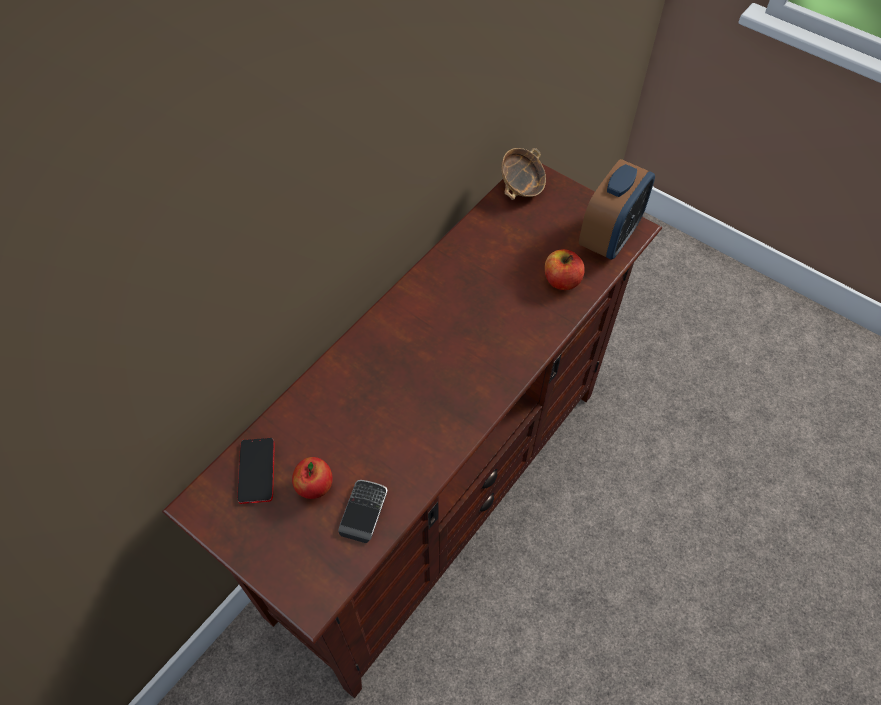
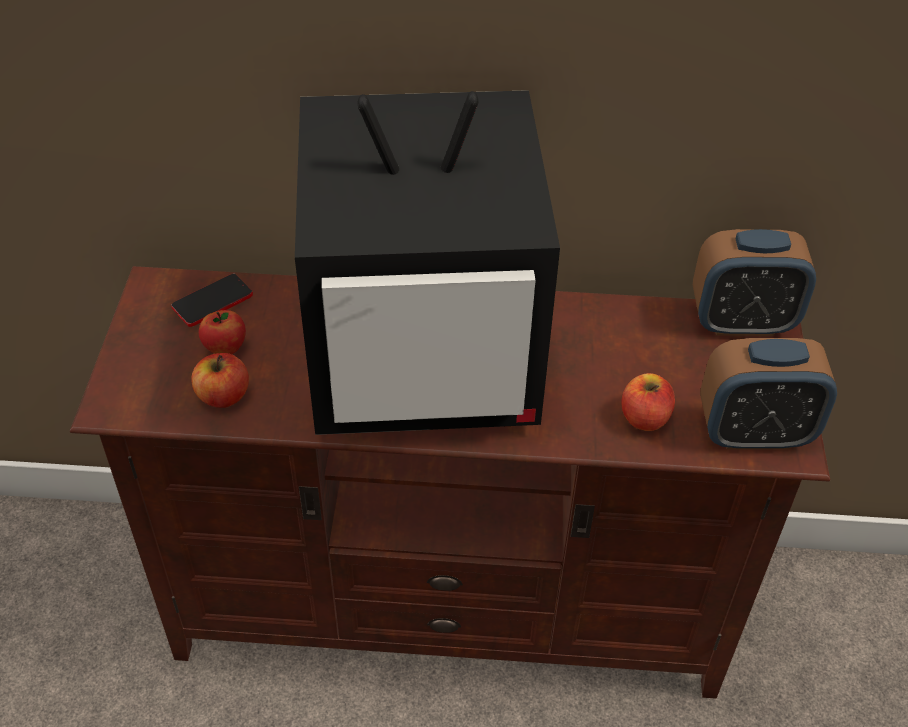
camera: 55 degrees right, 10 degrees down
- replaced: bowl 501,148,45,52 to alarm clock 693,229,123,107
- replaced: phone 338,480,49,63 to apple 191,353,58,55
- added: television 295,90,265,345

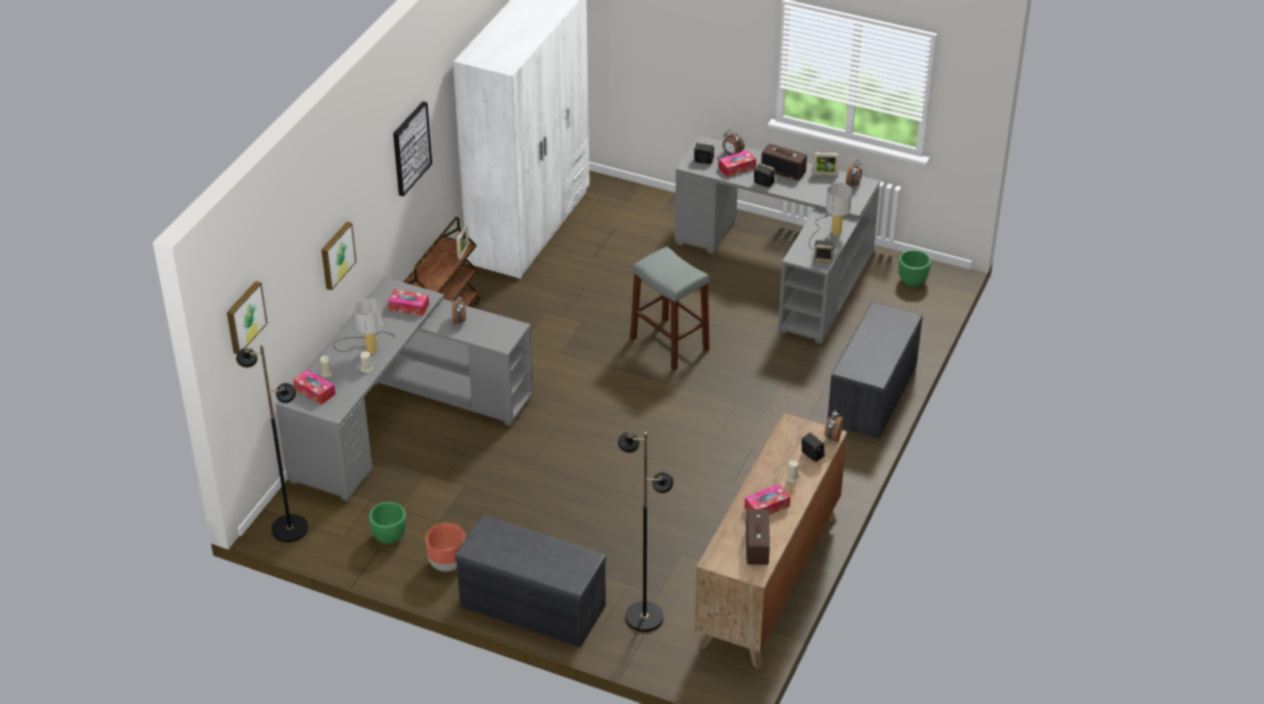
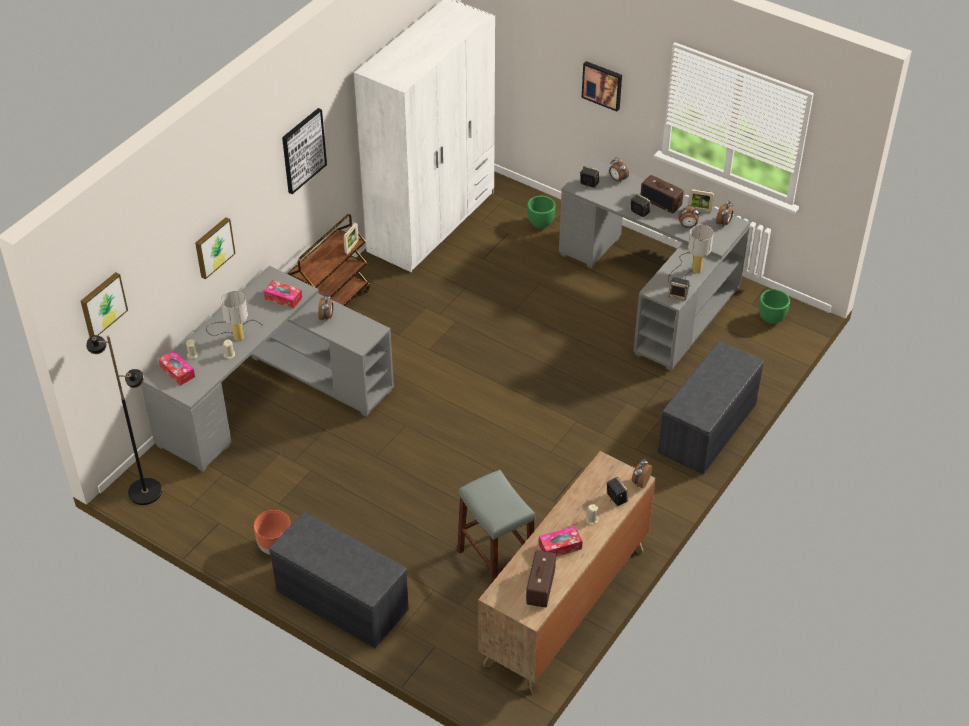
camera: 10 degrees right, 5 degrees up
- removed: tissue box 718,150,38,27
- moved: stool (grey) 630,246,80,124 to 457,470,78,115
- removed: floor lamp (black) 617,432,57,200
- moved: planter (green) 369,502,37,42 to 527,196,28,33
- added: picture 582,61,40,50
- added: alarm clock 678,205,21,23

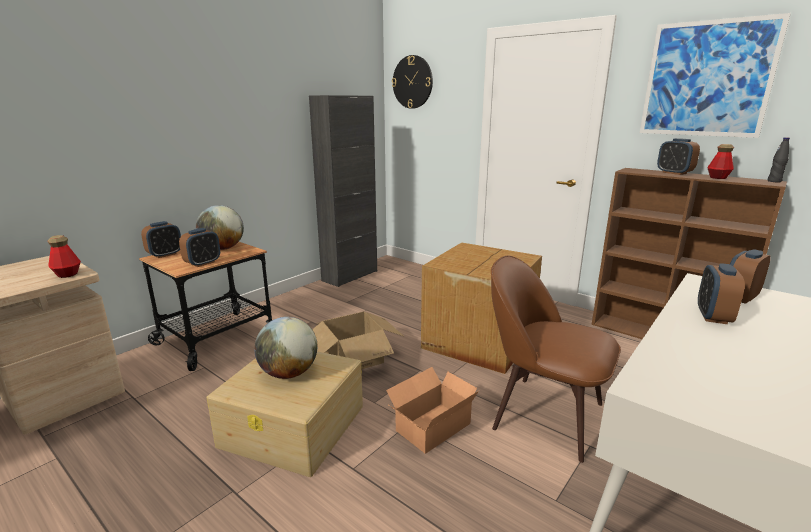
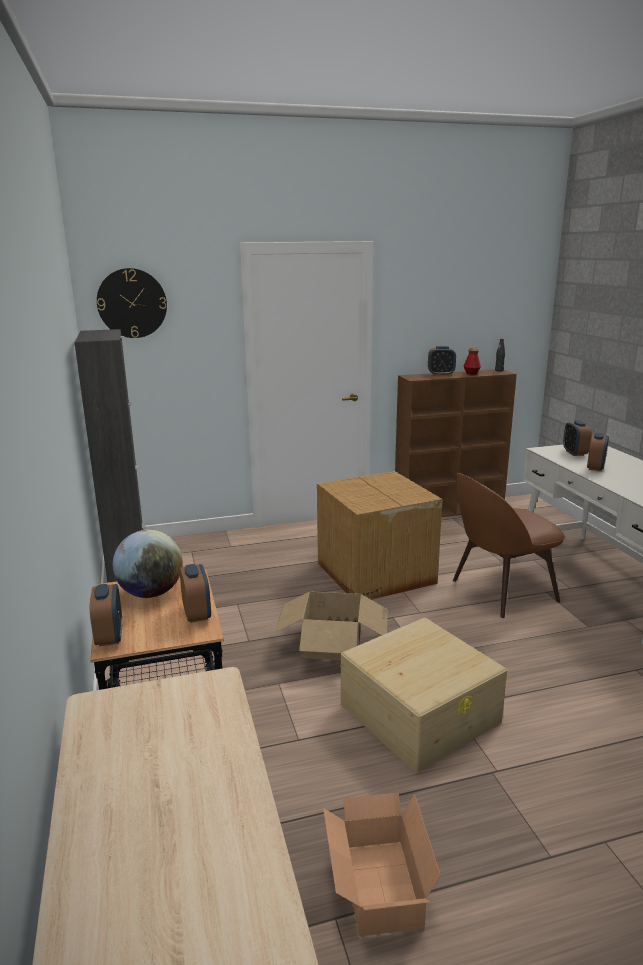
camera: 55 degrees left, 0 degrees up
- removed: picture 640,13,151,125
- removed: bottle 47,235,34,43
- turned: alarm clock 698,263,47,61 = 587,433,22,38 120 degrees counterclockwise
- removed: globe 254,317,63,62
- moved: cardboard box 386,367,93,87 to 323,793,118,143

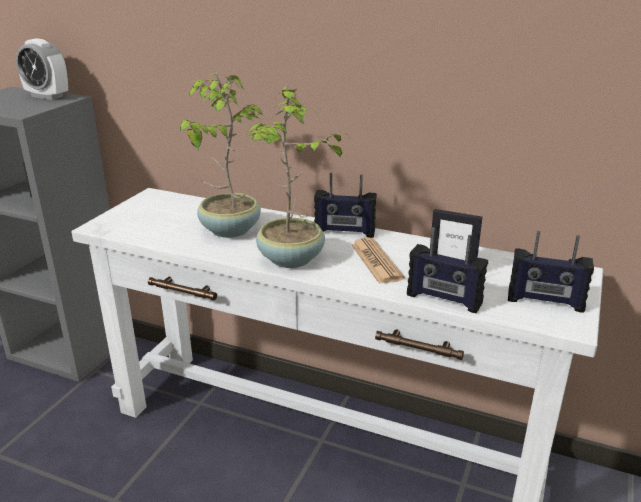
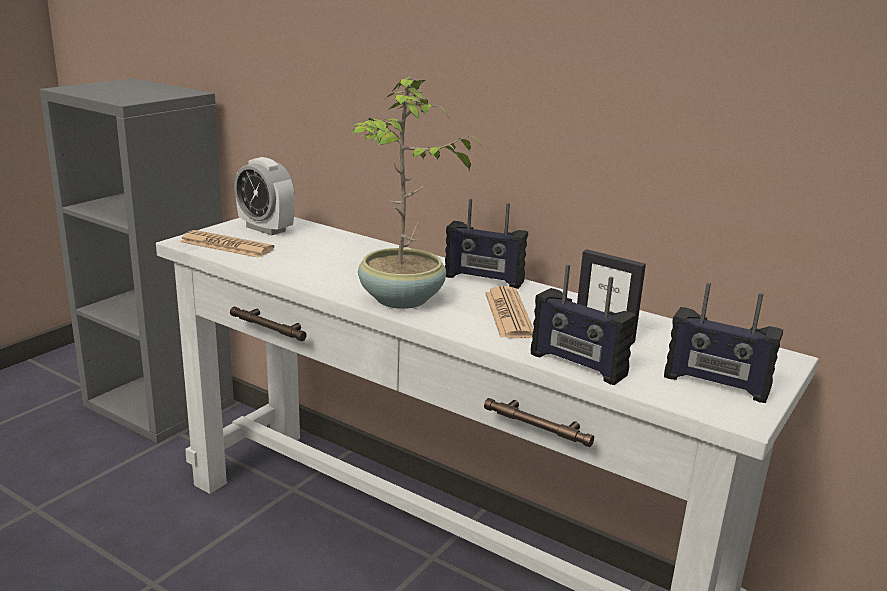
camera: 10 degrees right, 5 degrees down
- moved: alarm clock 16,39,52,61 to 234,157,61,78
- removed: potted plant 180,73,84,165
- added: newspaper 179,230,96,28

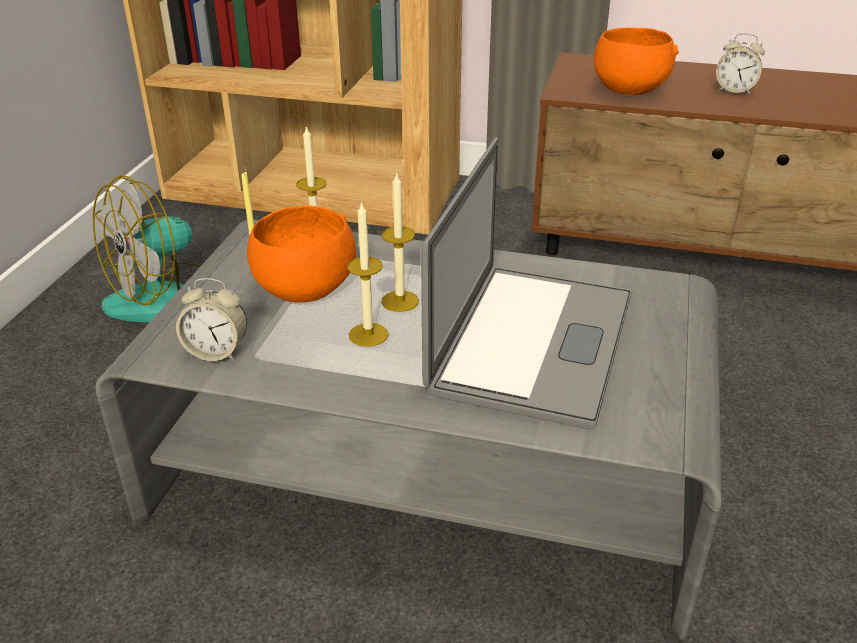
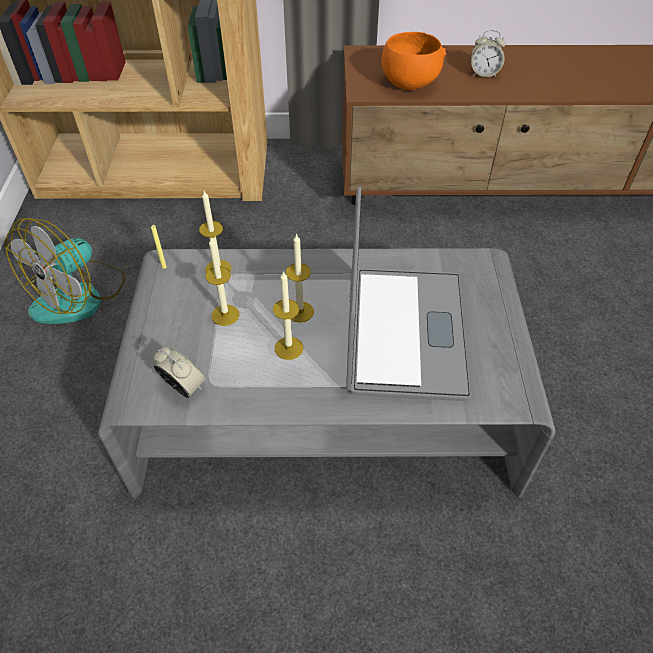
camera: 15 degrees left, 15 degrees up
- replaced: bowl (orange) 247,205,109,97 to candle 206,238,33,88
- turned: alarm clock 176,278,71,83 = 154,347,52,51 135 degrees counterclockwise

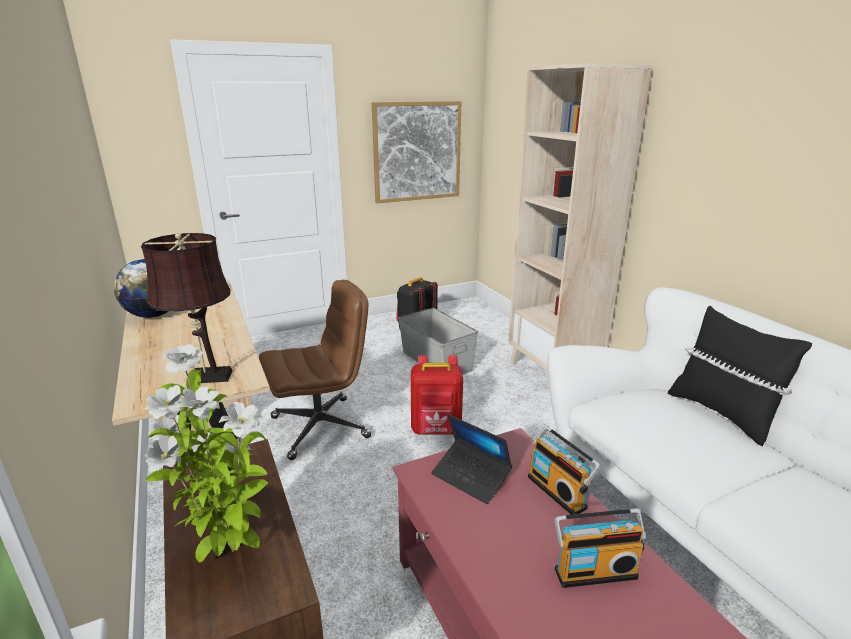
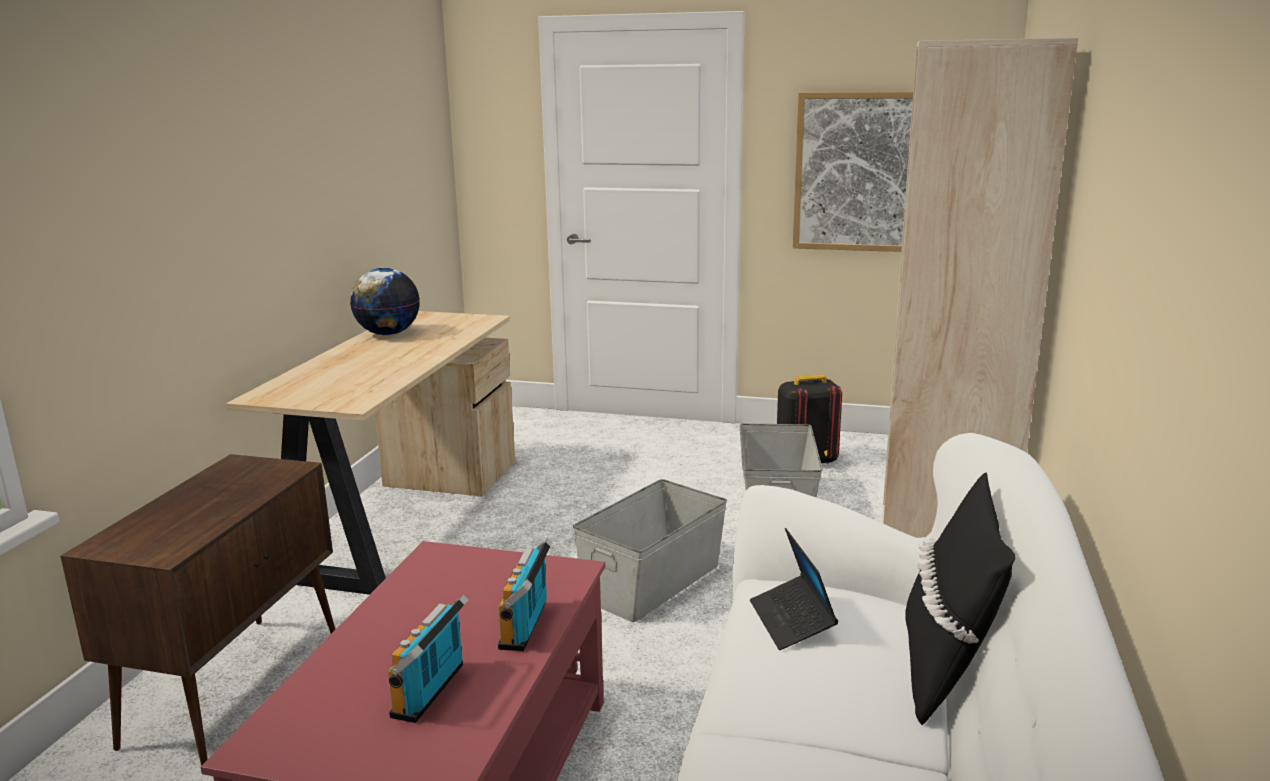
camera: 40 degrees right, 5 degrees down
- removed: table lamp (brown) 141,233,92,150
- removed: office chair (brown) 259,280,112,180
- removed: potted plant 145,344,123,218
- replaced: backpack (red) 410,355,53,80 to storage box (grey) 573,479,154,143
- moved: laptop 431,414,81,90 to 750,528,88,122
- turned: radio 554,508,92,80 = 388,594,81,129 75 degrees clockwise

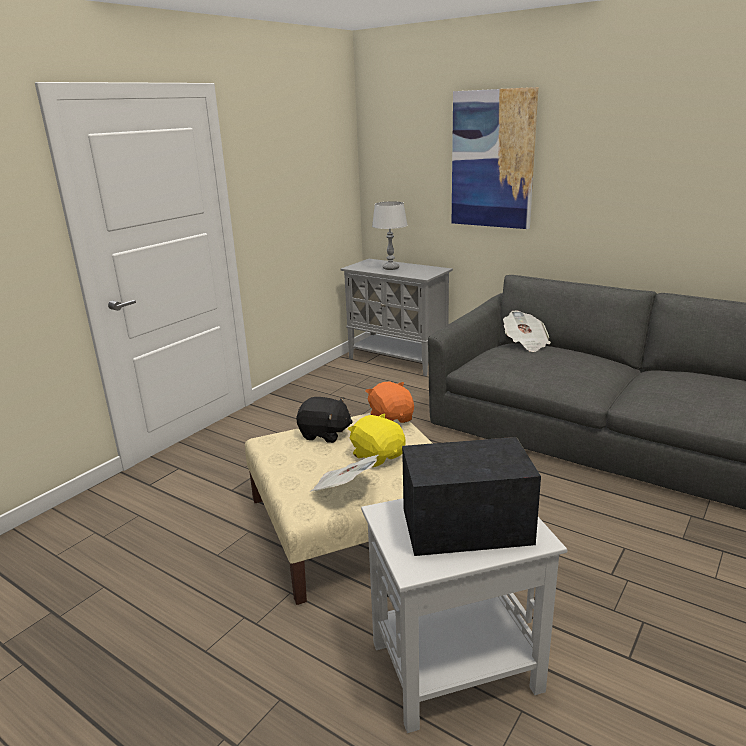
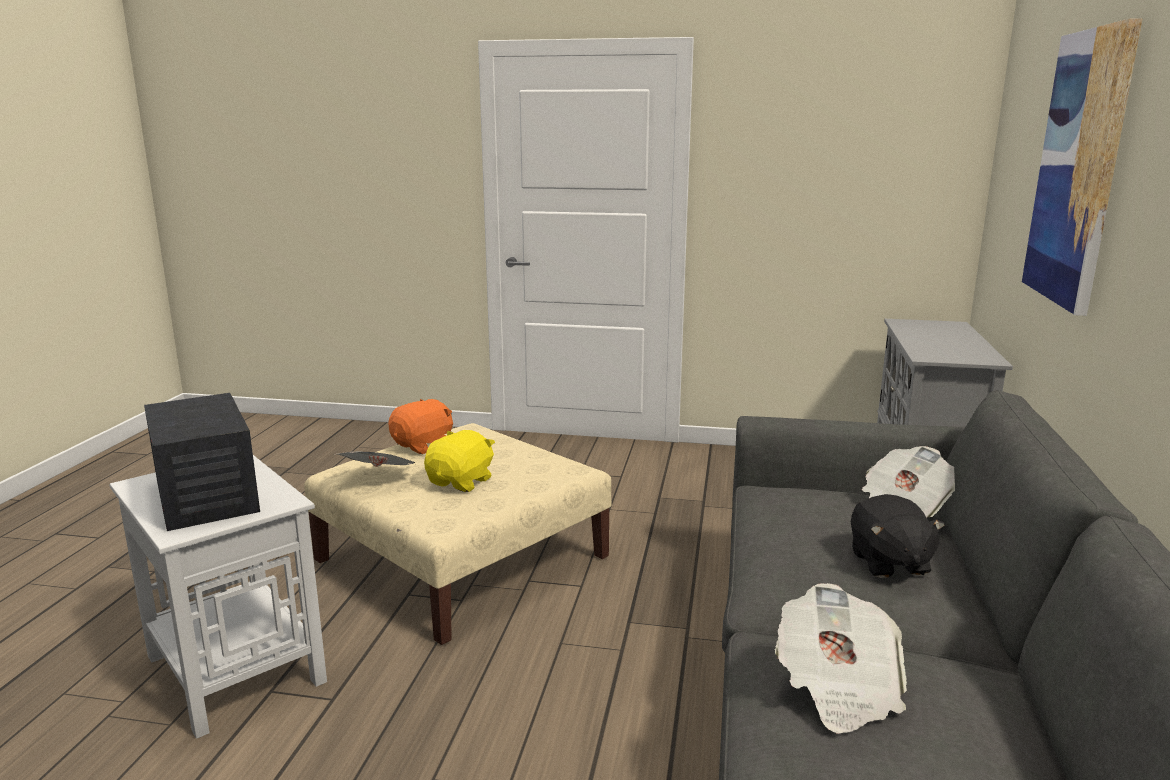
camera: 65 degrees right, 5 degrees down
- removed: table lamp (grey) 372,201,36,69
- moved: plush toy (orange) 365,382,49,41 to 388,399,65,55
- moved: plush toy (black) 296,397,57,46 to 851,494,94,84
- added: newspaper 775,583,132,151

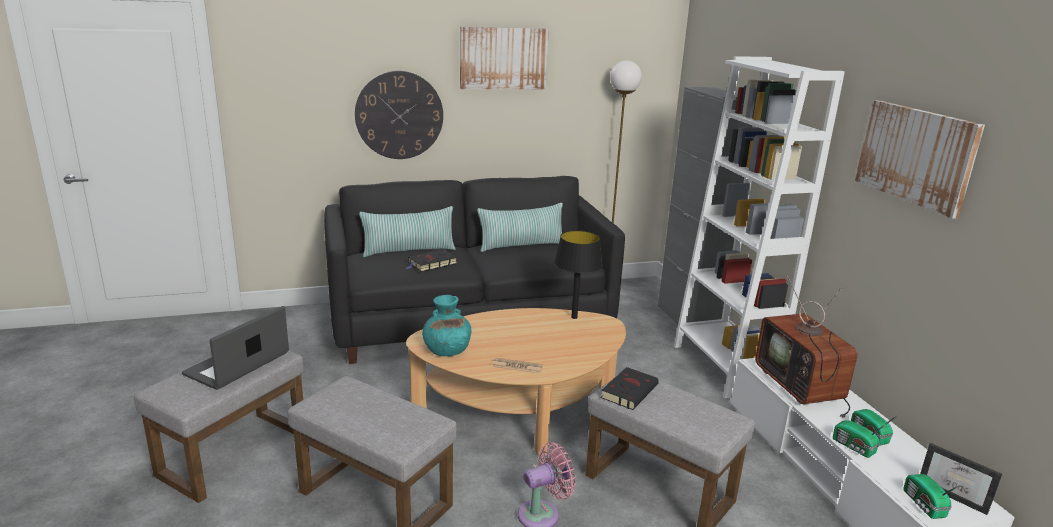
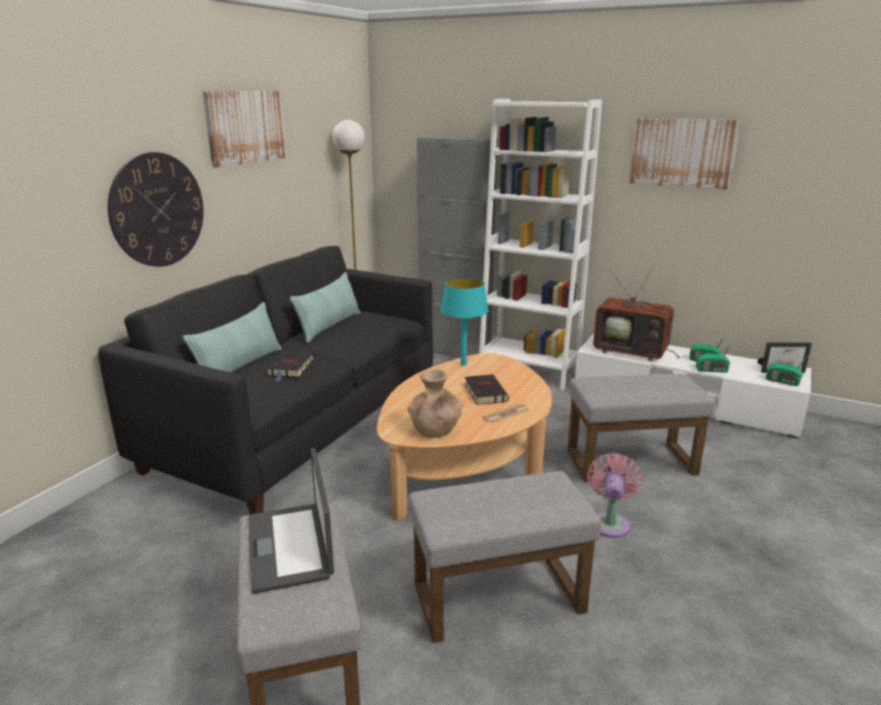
camera: 45 degrees left, 0 degrees up
- recoloured: table lamp (black) 554,230,49,89 to table lamp (turquoise) 440,278,49,88
- recoloured: vase (turquoise) 422,295,49,61 to vase (brown) 408,369,55,69
- moved: book (black) 601,367,58,43 to 465,374,44,31

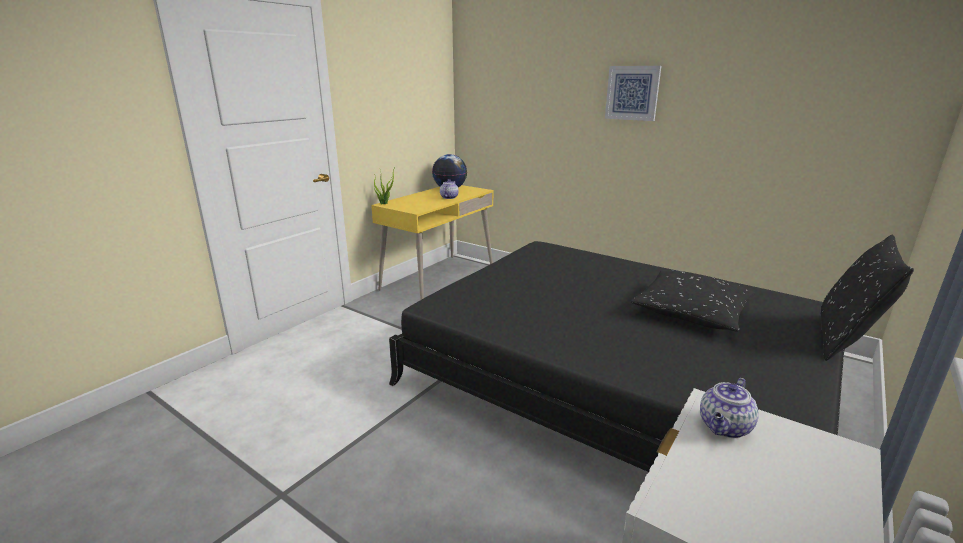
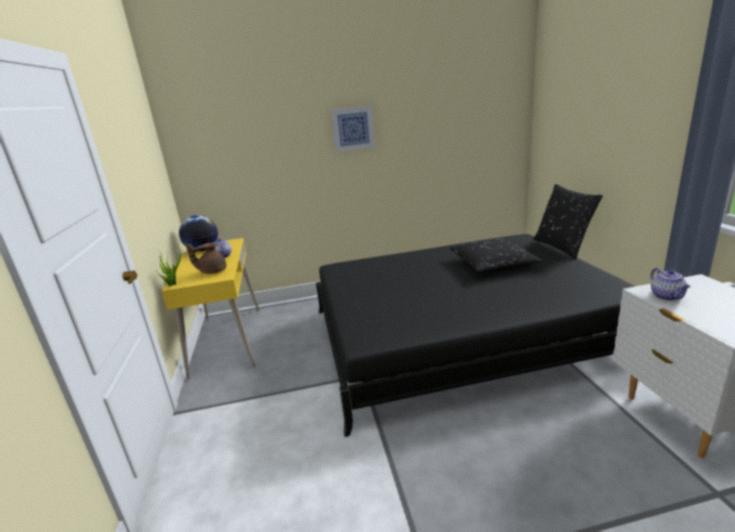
camera: 45 degrees left, 0 degrees up
- added: teapot (brown) 186,243,40,31

